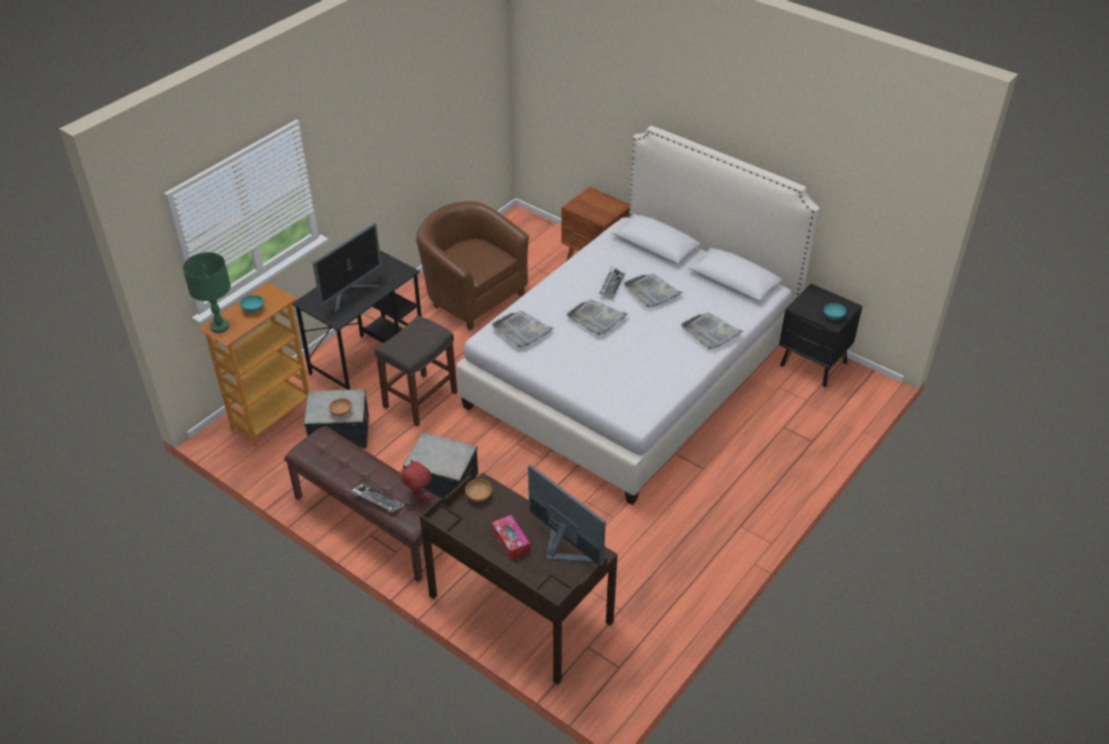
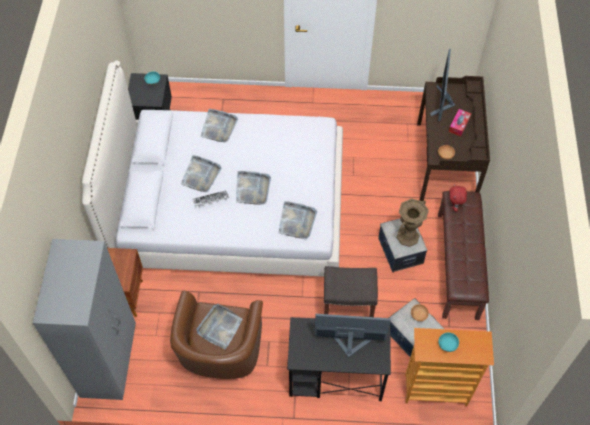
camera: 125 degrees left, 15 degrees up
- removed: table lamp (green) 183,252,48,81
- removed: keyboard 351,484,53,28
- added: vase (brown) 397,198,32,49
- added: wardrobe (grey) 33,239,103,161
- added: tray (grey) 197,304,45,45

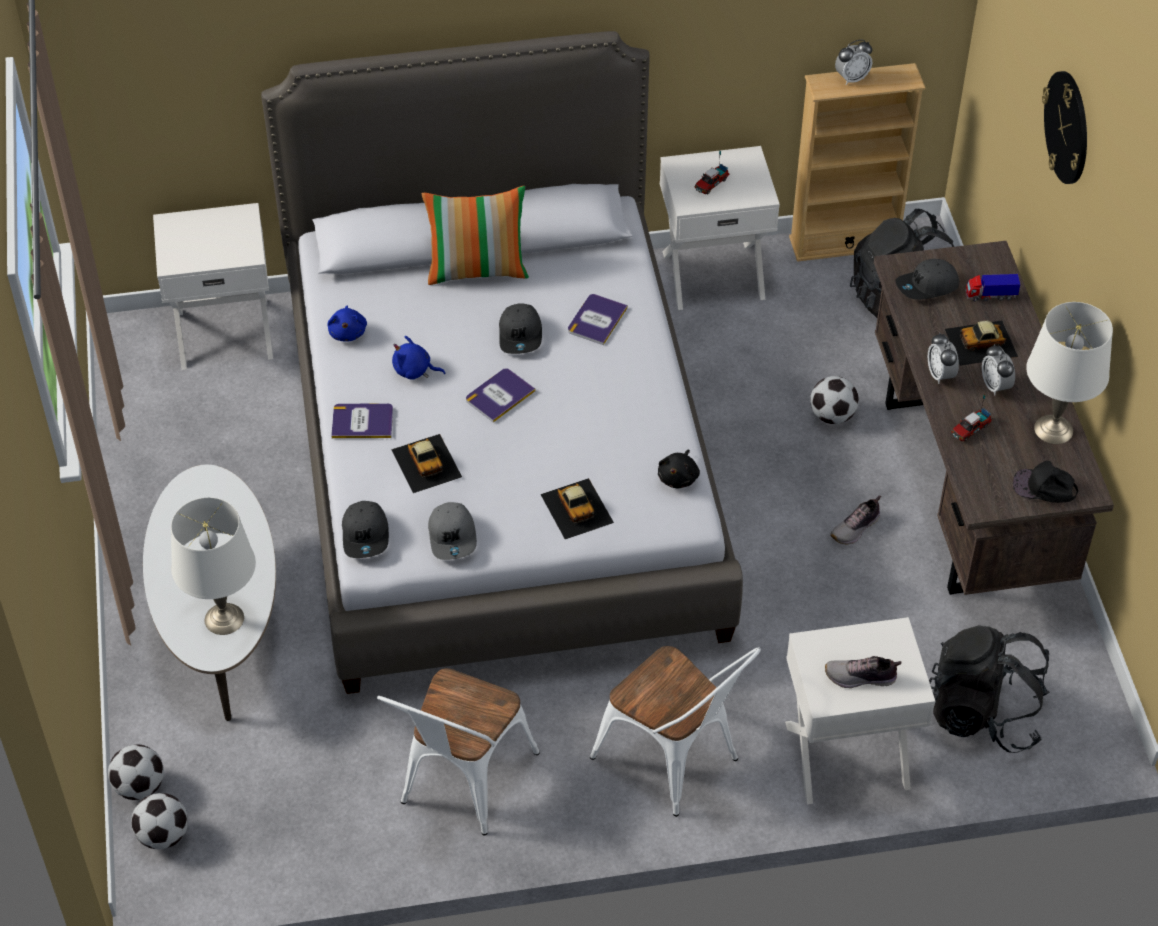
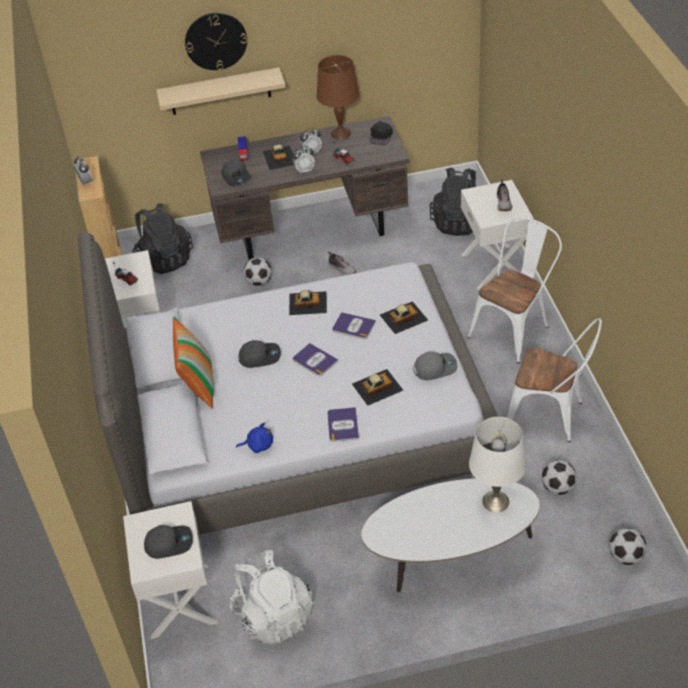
camera: 90 degrees left, 5 degrees down
- moved: book 568,294,60,51 to 332,312,44,27
- recoloured: table lamp (white) 1026,302,87,142 to table lamp (brown) 317,55,43,85
- removed: plush toy (blue) 392,336,54,44
- removed: plush toy (black) 658,450,42,38
- moved: cap (grey) 342,501,47,57 to 144,525,49,34
- moved: football 108,745,56,55 to 542,460,35,35
- added: shelf (beige) 156,67,130,48
- added: toy car 289,290,38,25
- added: backpack (white) 229,550,84,95

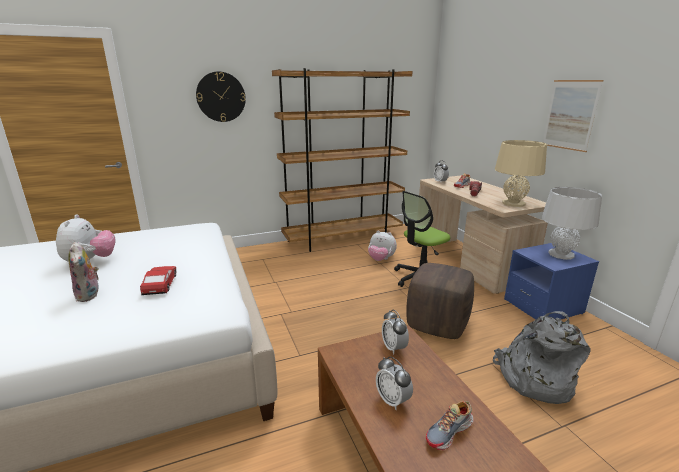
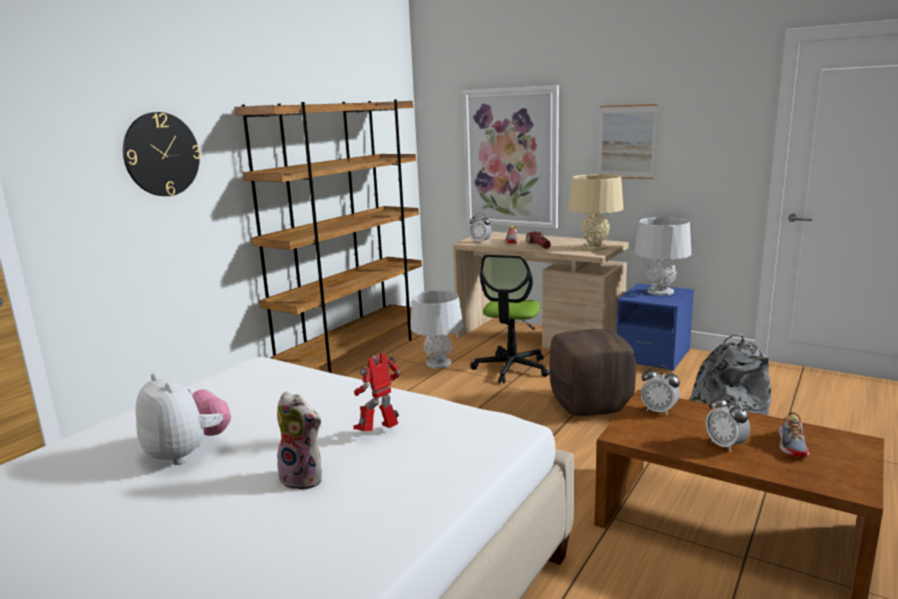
camera: 35 degrees left, 5 degrees down
- replaced: plush toy 368,230,29,31 to table lamp (grey) 411,290,52,78
- replaced: toy car 140,266,36,29 to toy robot 353,353,48,78
- turned: alarm clock 376,357,37,53 = 706,394,44,58 45 degrees clockwise
- added: picture 463,85,96,144

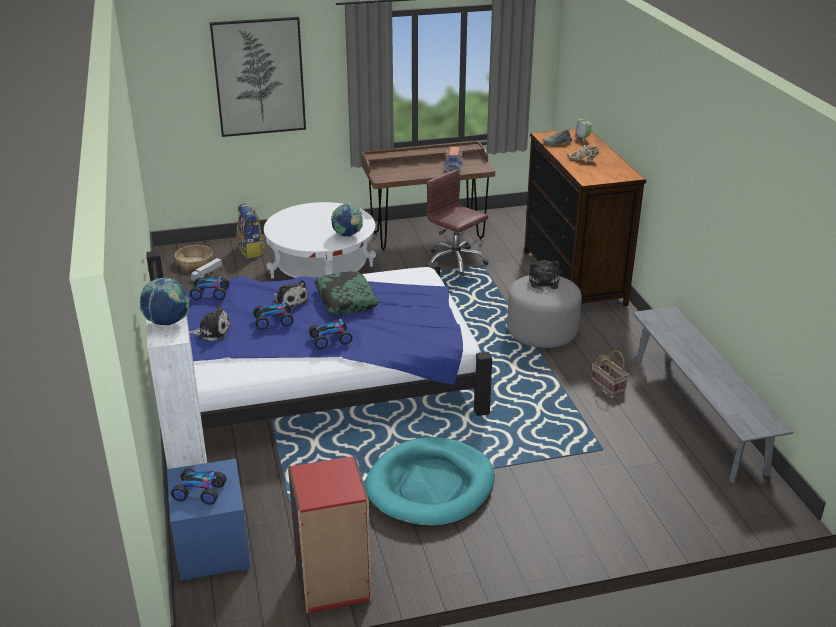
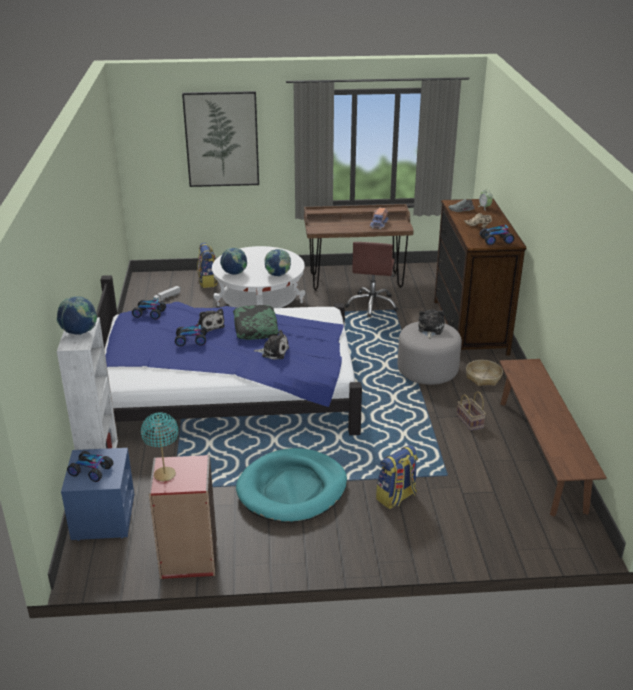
camera: 10 degrees right, 0 degrees up
- turned: office chair (brown) 426,169,62,108 = 345,242,53,76 135 degrees counterclockwise
- moved: basket 175,245,38,25 to 466,360,37,26
- moved: plush toy 189,305,42,36 to 254,330,35,30
- recoloured: bench (grey) 633,306,160,177 to bench (brown) 500,359,107,158
- moved: toy car 309,318,44,31 to 480,224,34,21
- added: globe 220,248,27,27
- added: table lamp (turquoise) 141,412,38,69
- added: backpack 376,445,42,64

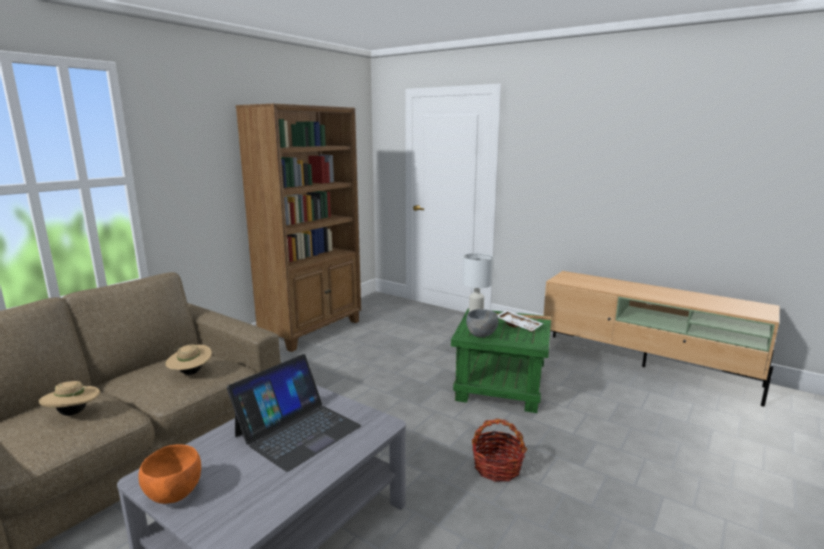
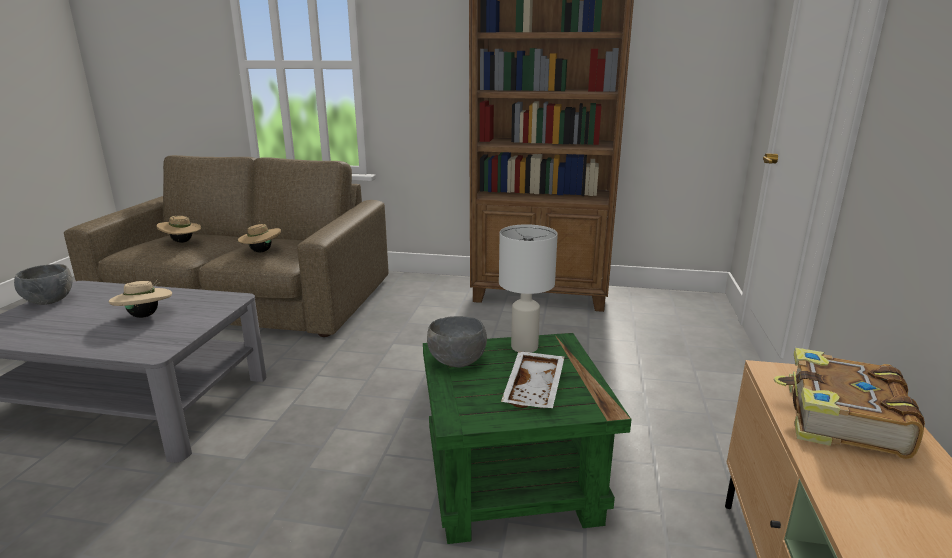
camera: 65 degrees right, 5 degrees up
- replaced: laptop 227,354,134,118 to hat (beige) 109,279,63,39
- removed: basket 472,418,55,64
- recoloured: bowl (orange) 138,444,63,60 to bowl (grey) 14,264,59,41
- added: book 774,348,151,111

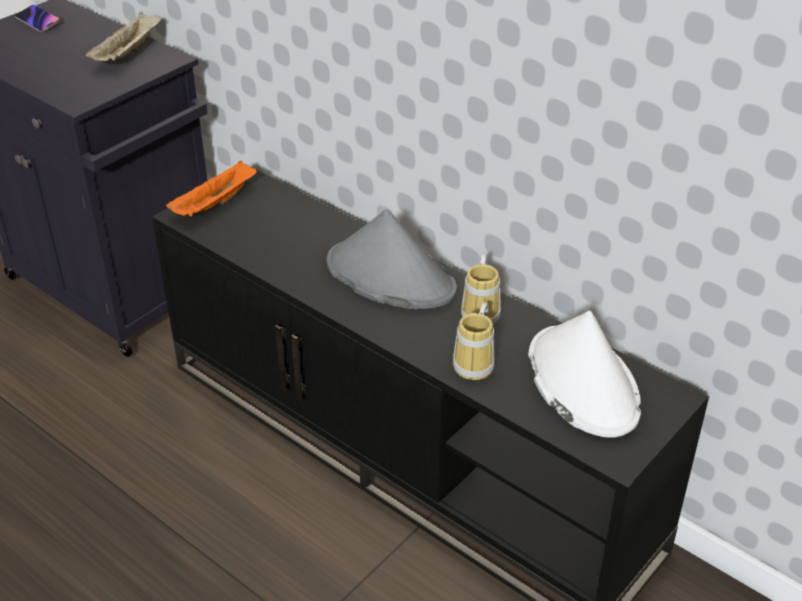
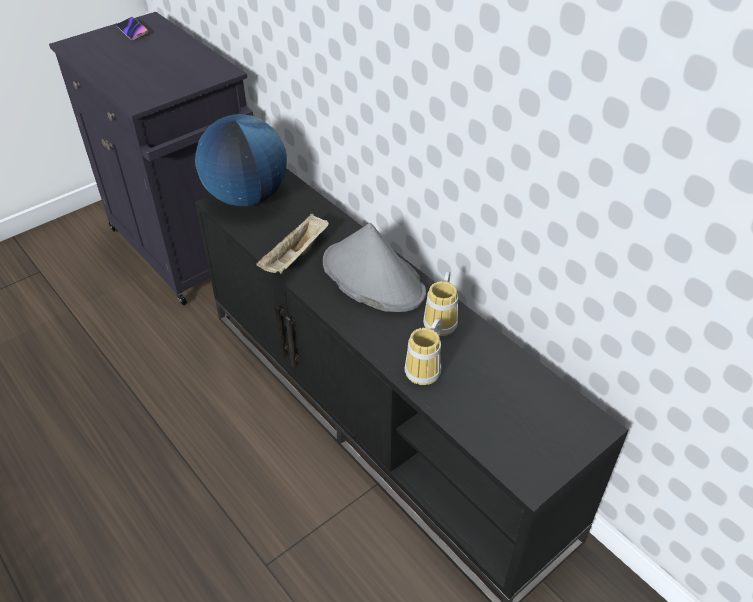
camera: 10 degrees right, 5 degrees up
- moved: tray (beige) 85,12,76,49 to 256,214,73,60
- replaced: tray (orange) 166,161,91,55 to globe 195,114,92,92
- removed: hat (white) 528,311,113,127

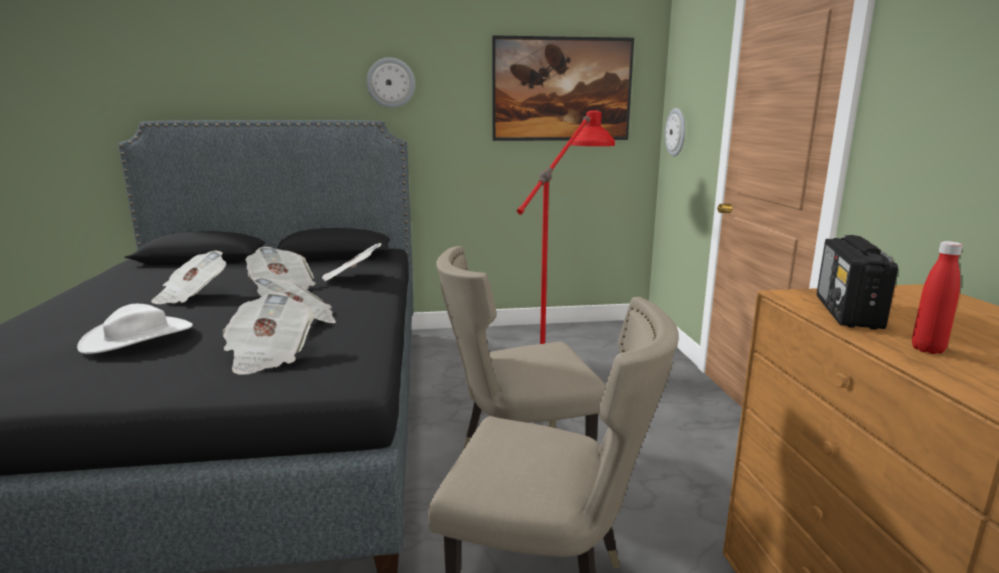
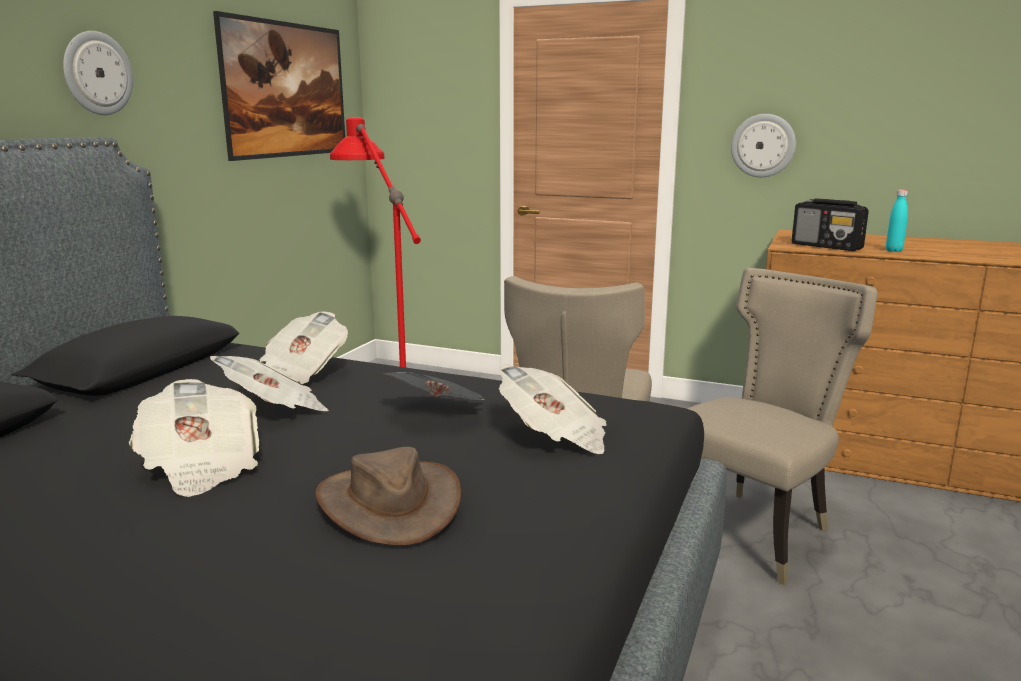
camera: 60 degrees left, 0 degrees up
- moved: wall clock 665,108,20,48 to 731,114,65,63
- recoloured: bottle (red) 912,241,51,113 to bottle (turquoise) 886,189,22,63
- recoloured: hat (white) 77,304,116,50 to hat (brown) 316,447,145,99

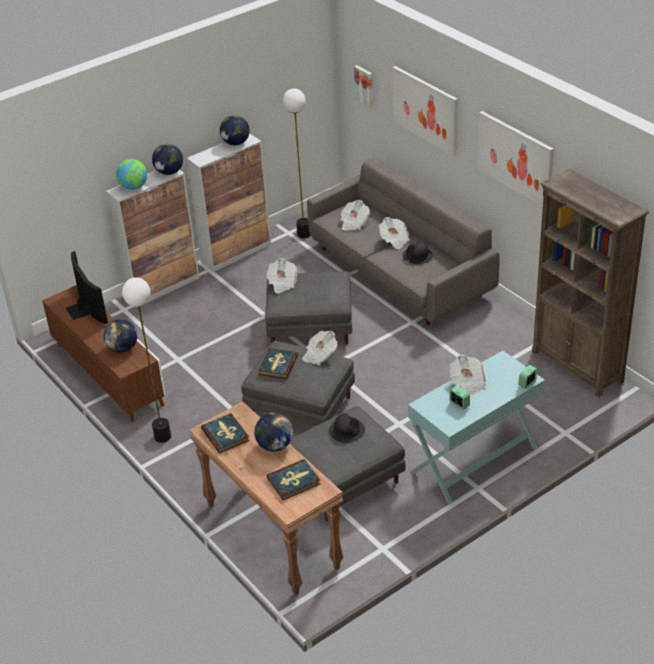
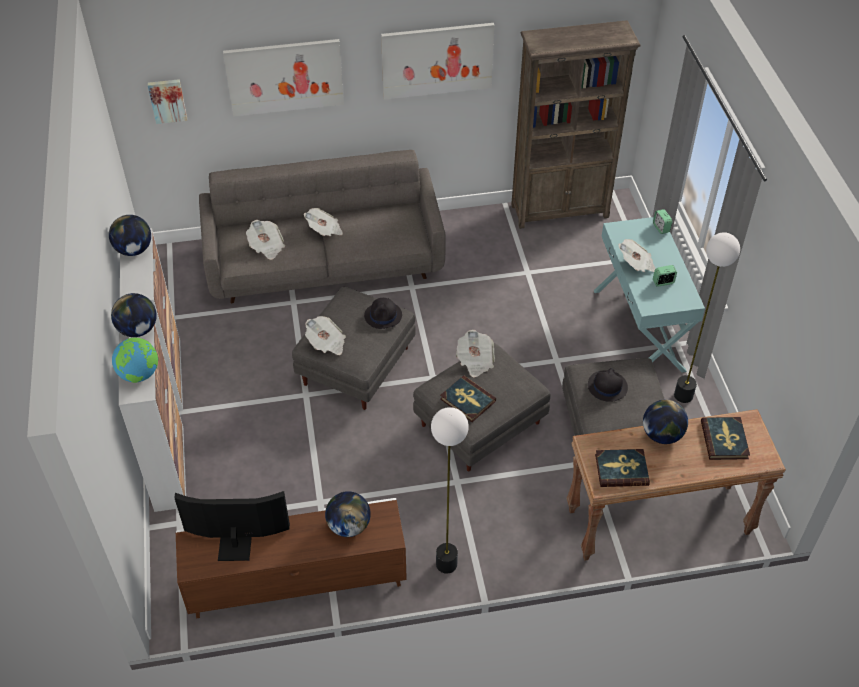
camera: 65 degrees left, 10 degrees up
- moved: floor lamp 283,88,28,150 to 674,232,66,171
- moved: hat (black) 402,241,31,23 to 364,298,38,31

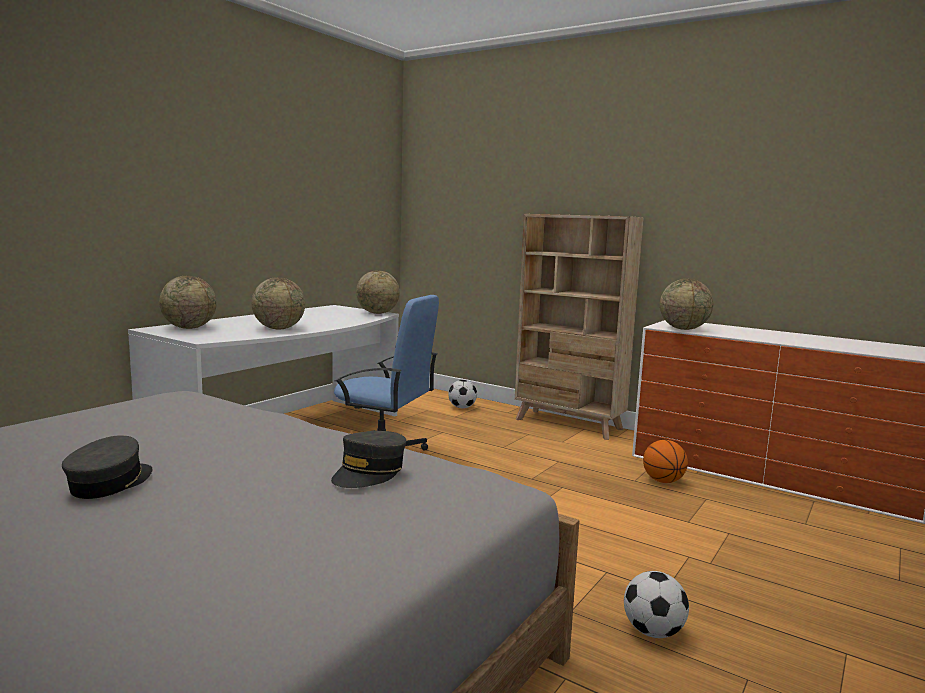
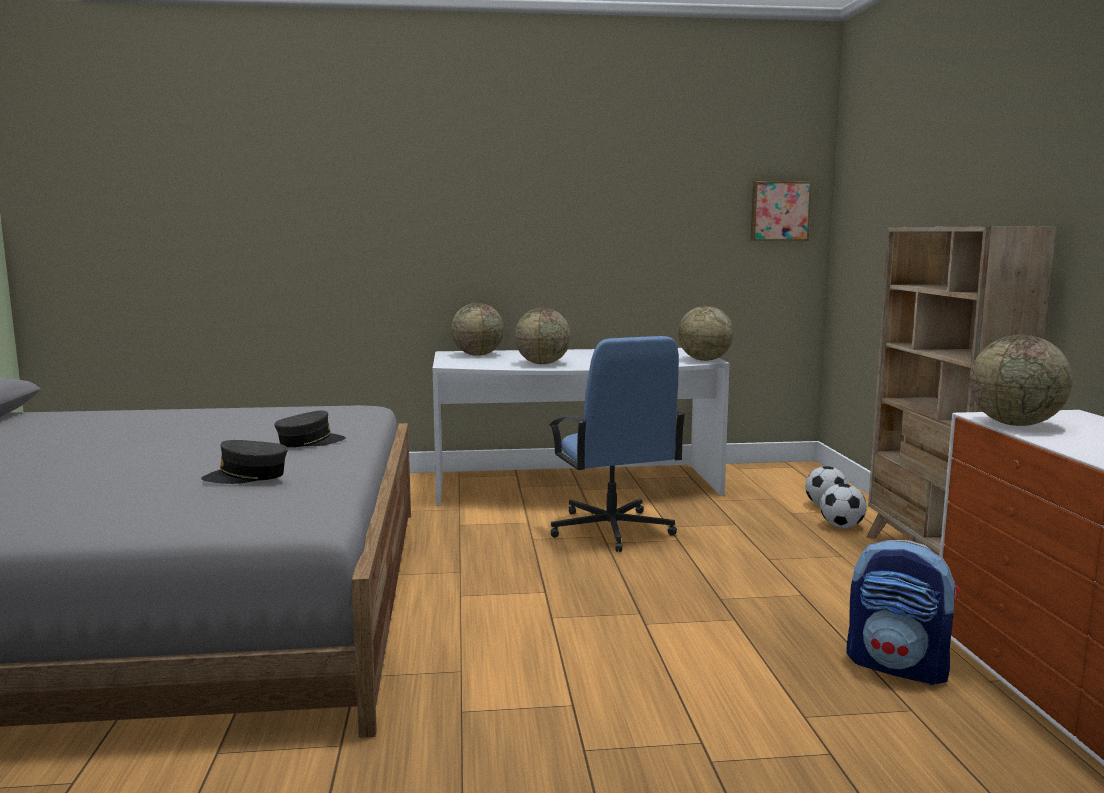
camera: 50 degrees right, 0 degrees up
- moved: cap (grey) 62,435,91,64 to 274,410,72,37
- replaced: basketball 643,440,45,43 to backpack 846,540,115,145
- moved: football 624,571,65,67 to 820,484,47,44
- added: picture 751,181,61,60

